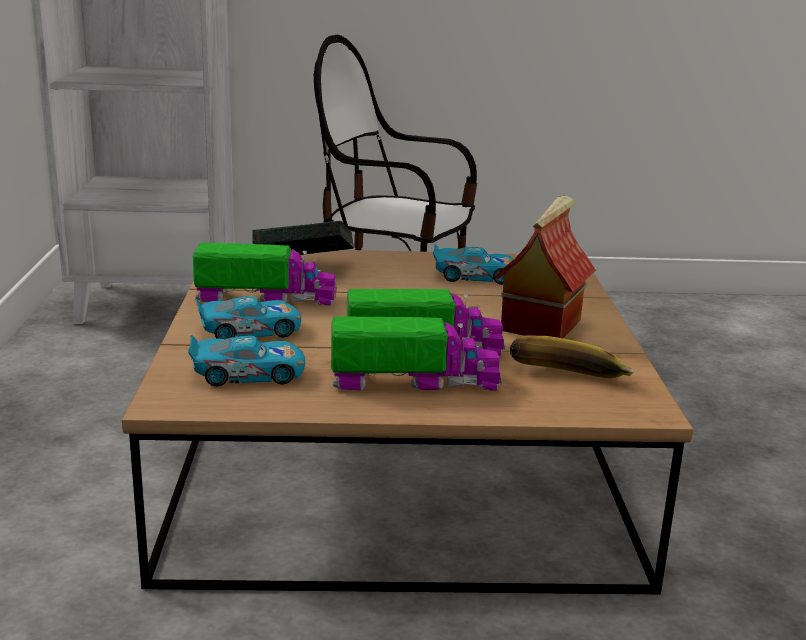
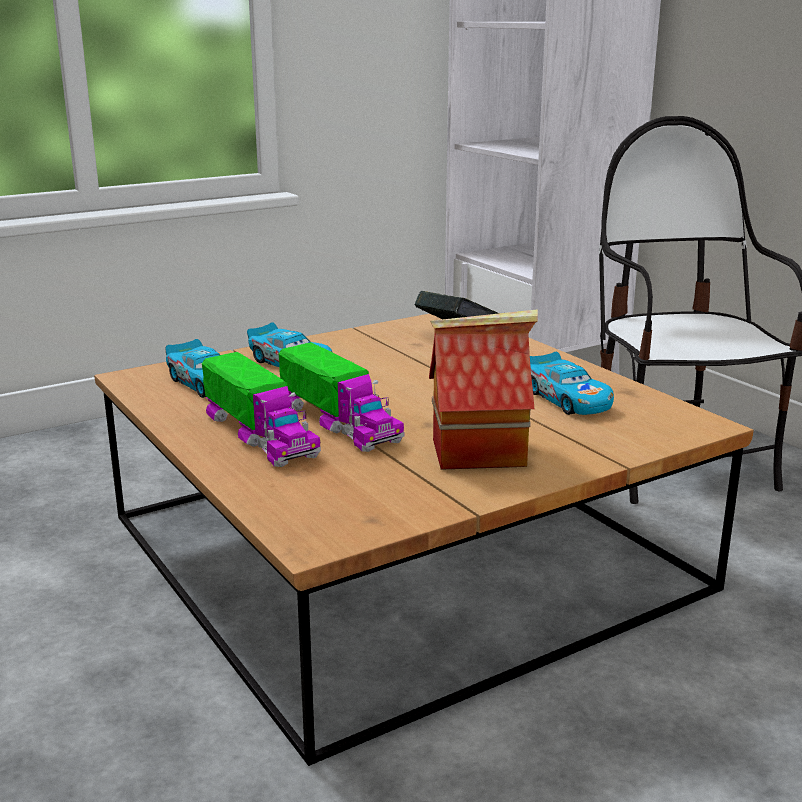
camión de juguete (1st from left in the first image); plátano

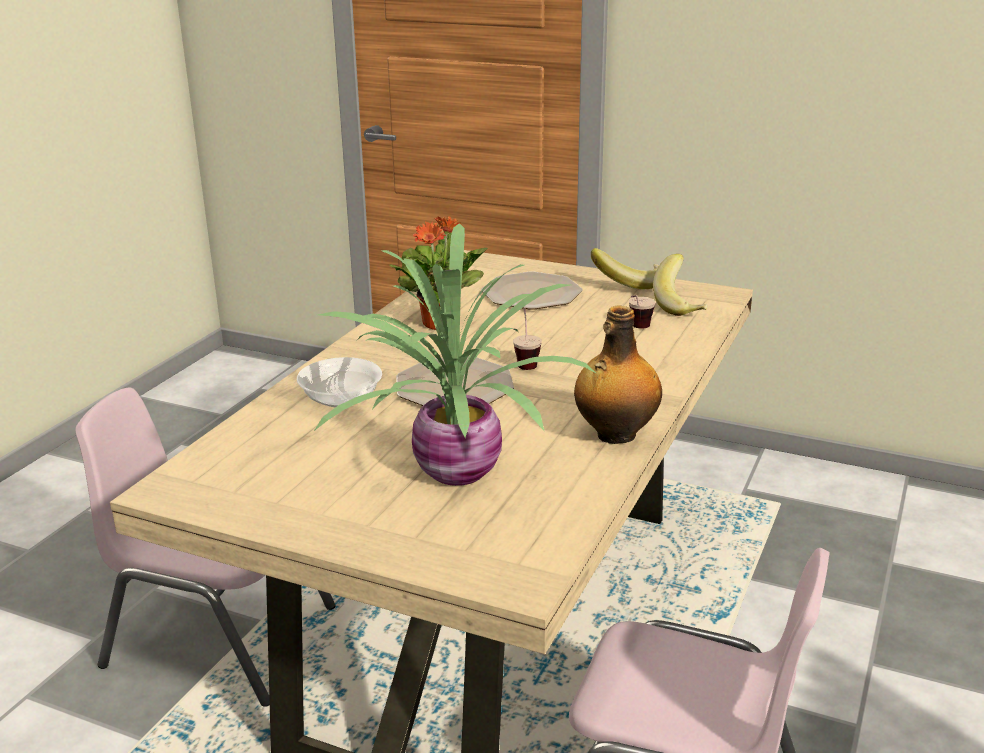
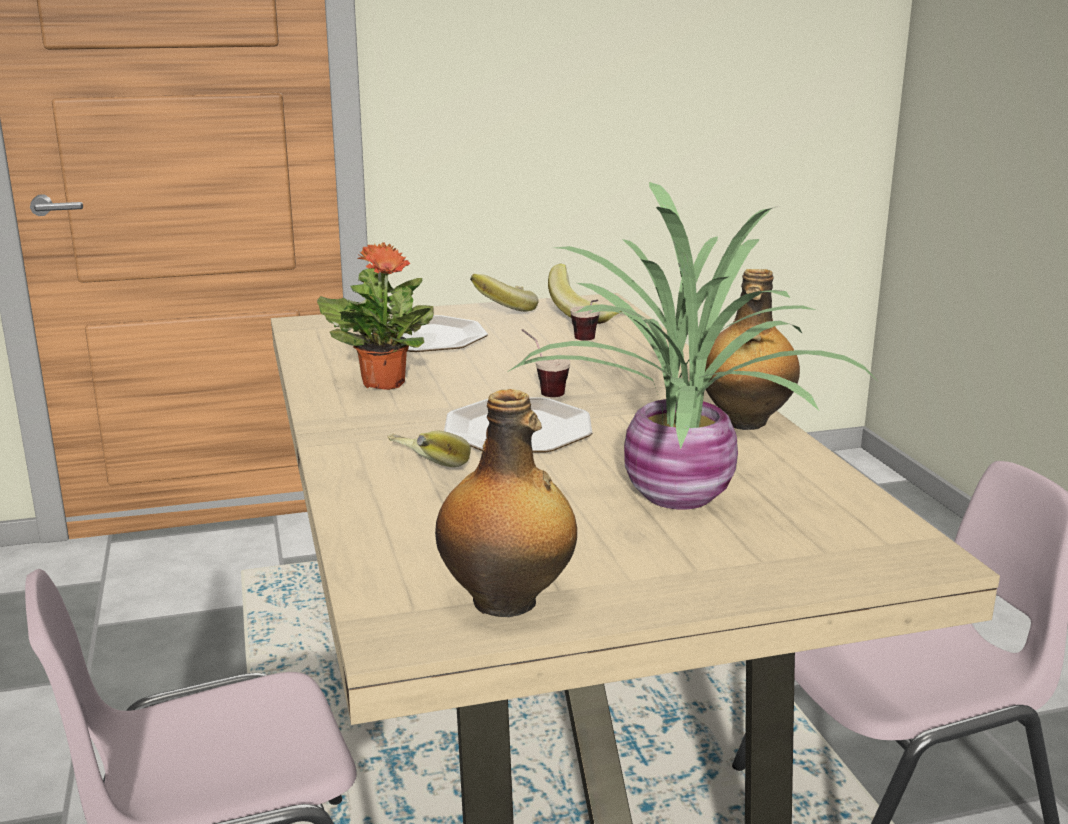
botella (1st from left); plátano (1st from left)

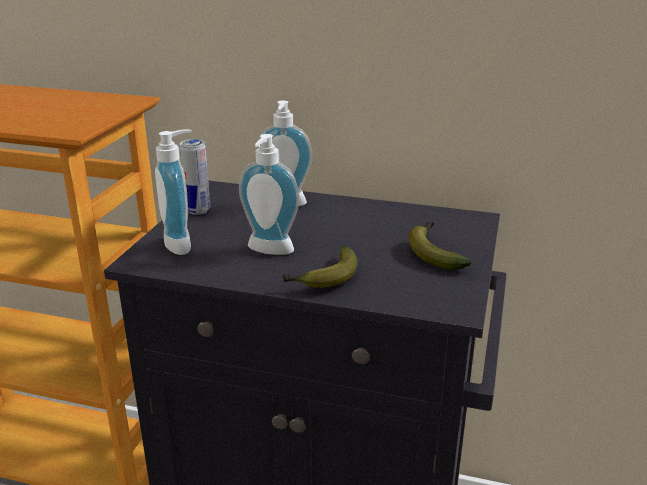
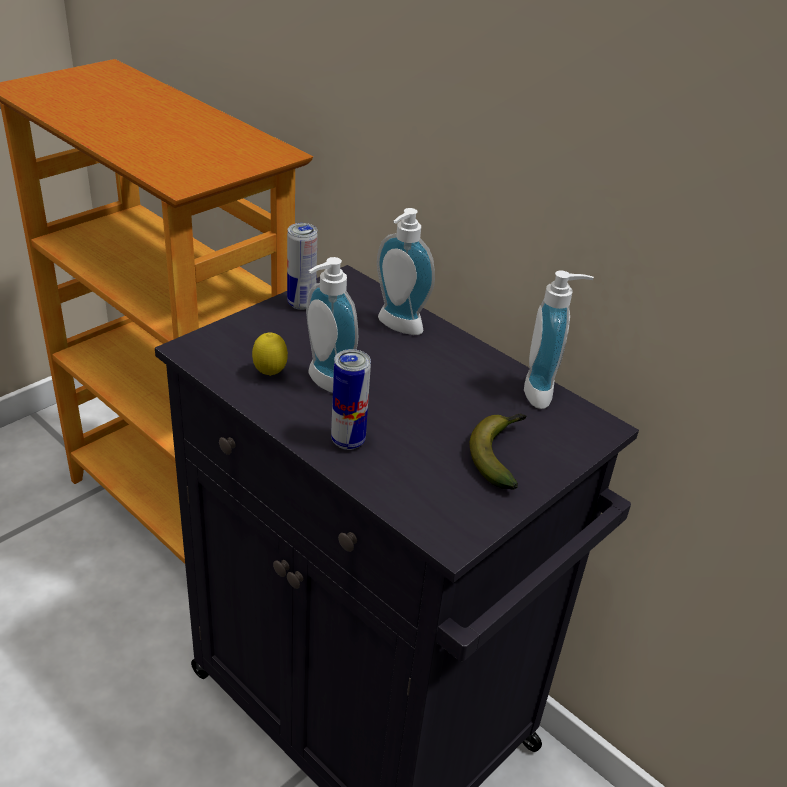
limón; dispensador de jabón (3rd from left); lata (2nd from left)

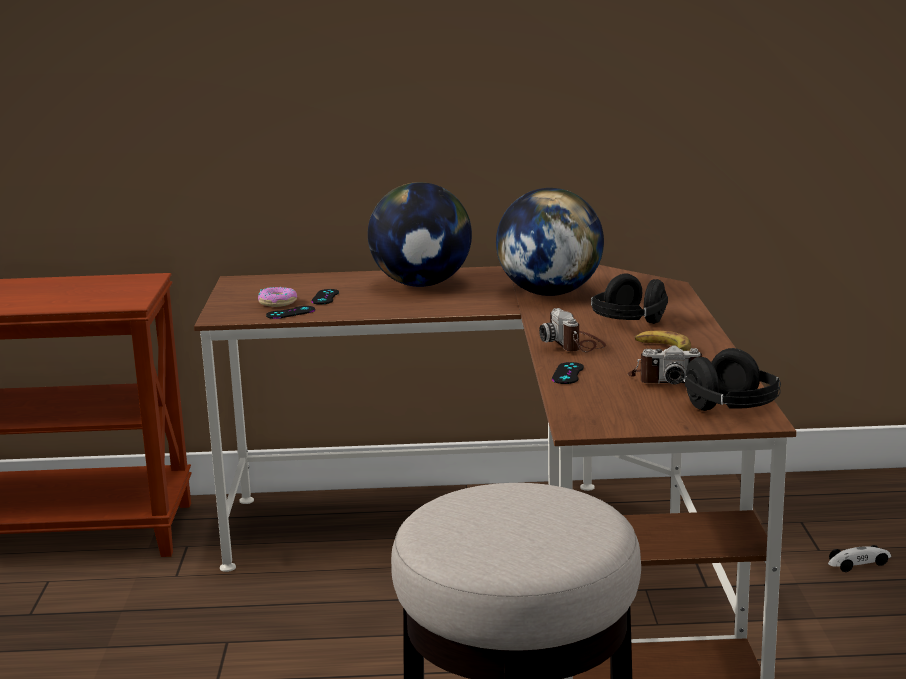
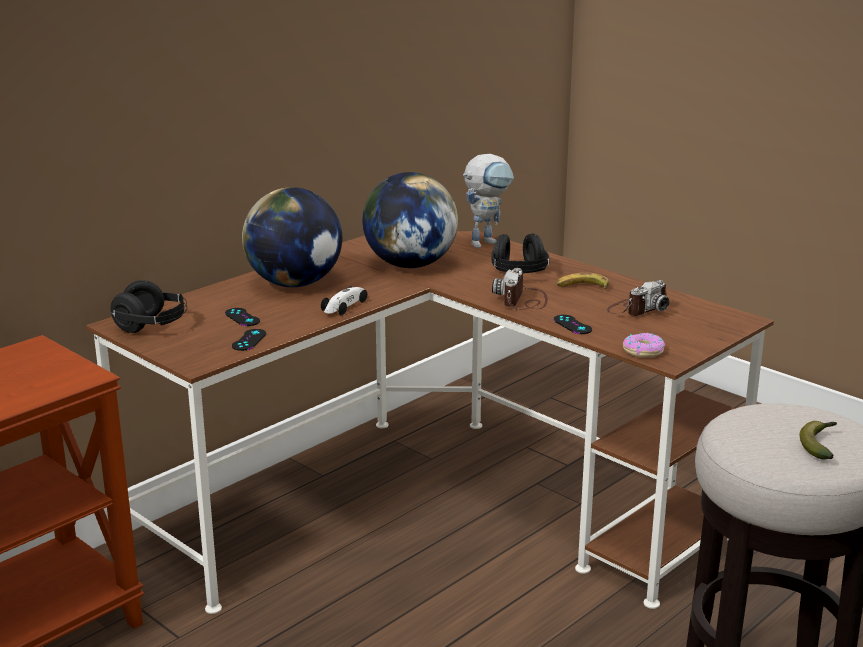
robot de juguete; plátano (2nd from left); rosquilla; auriculares (negro) (1st from left); coche de juguete; cámara (1st from left)

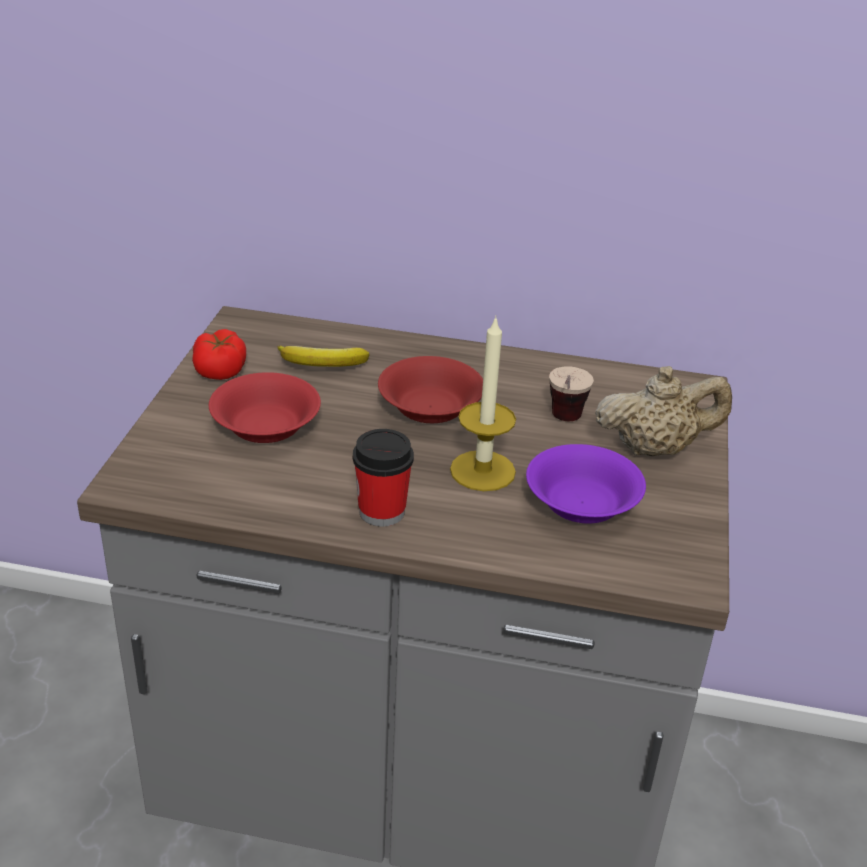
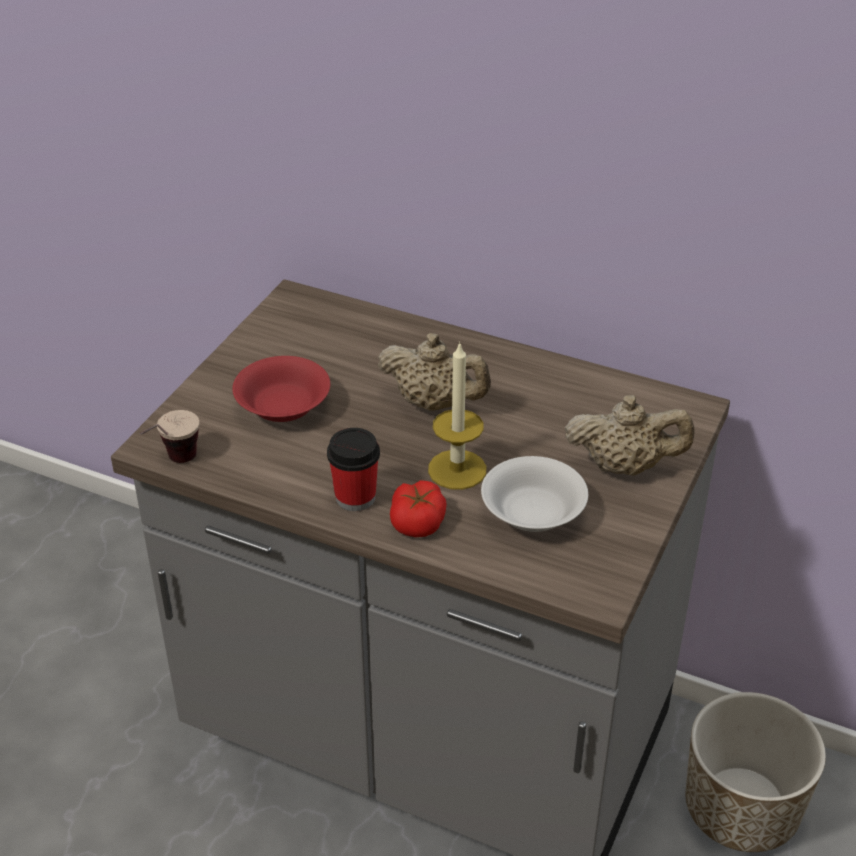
plátano; maceta; tomate; taza (1st from left); tetera (beis) (1st from left); cuenco (blanco)

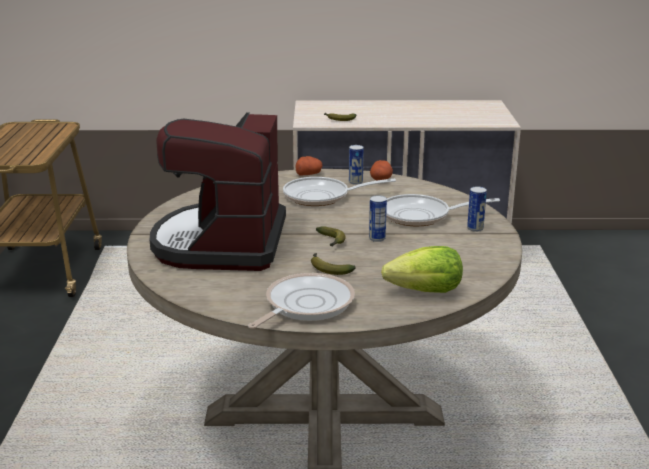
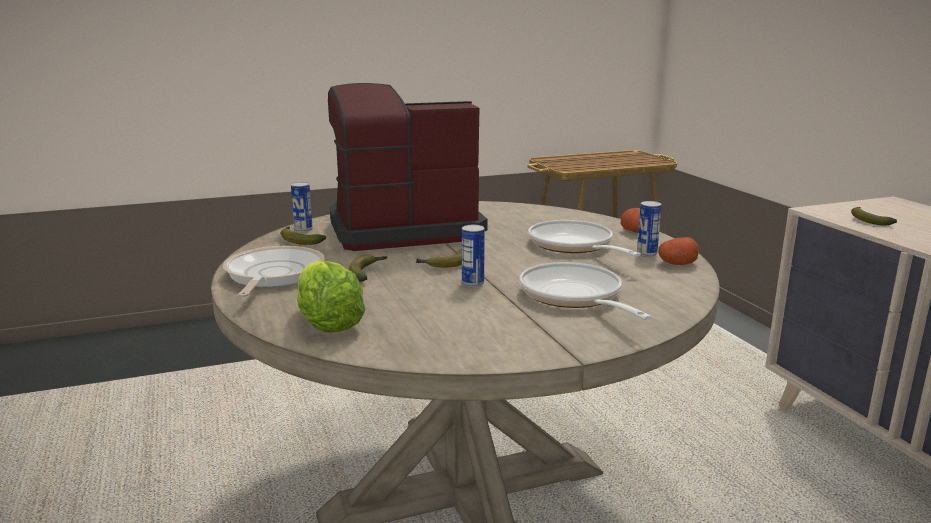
plátano (1st from left); lata (1st from left); sartén (1st from left)

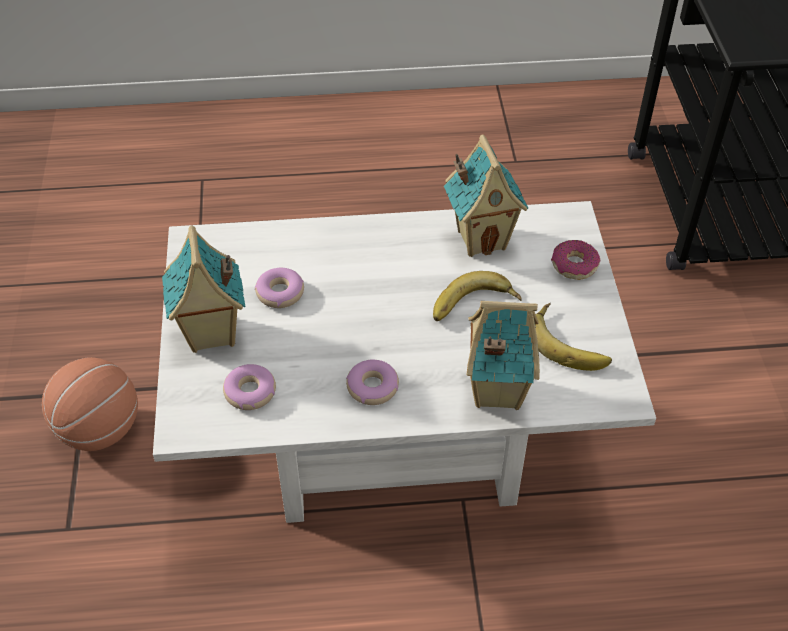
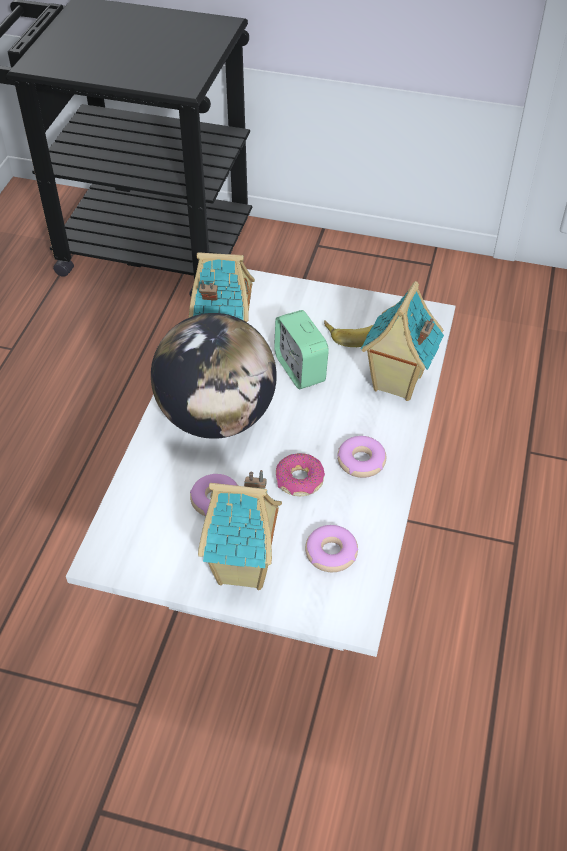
balón de baloncesto; globo terráqueo; rosquilla (2nd from left); despertador

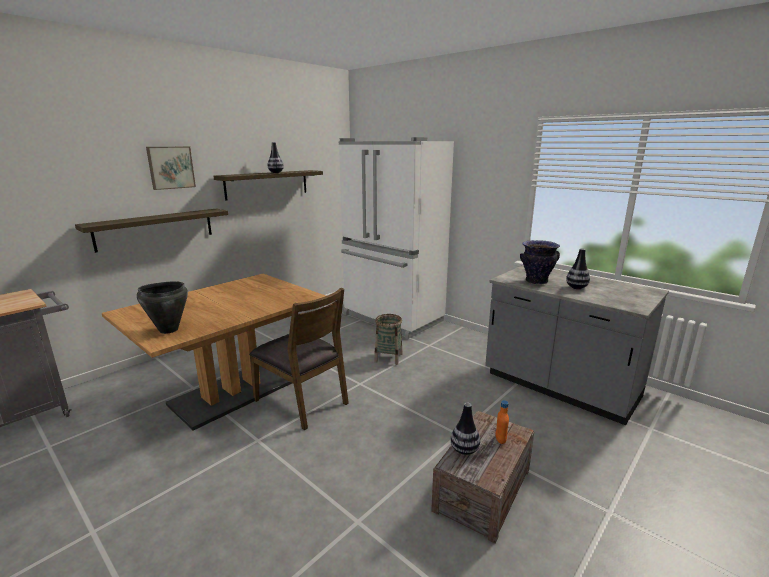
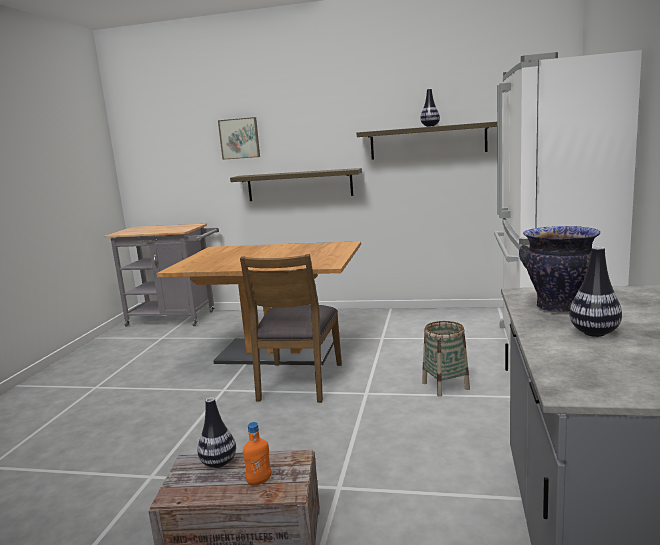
olla (negro); cuadro

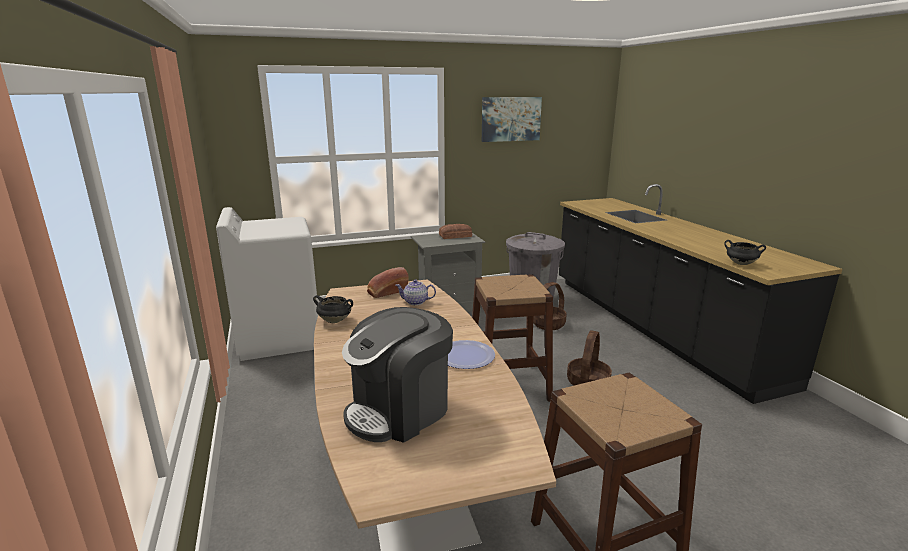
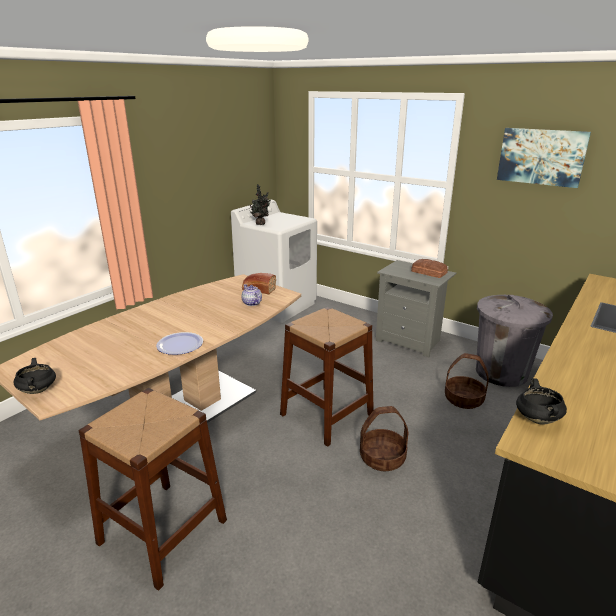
cafetera; planta en maceta; olla (negro) (1st from left)

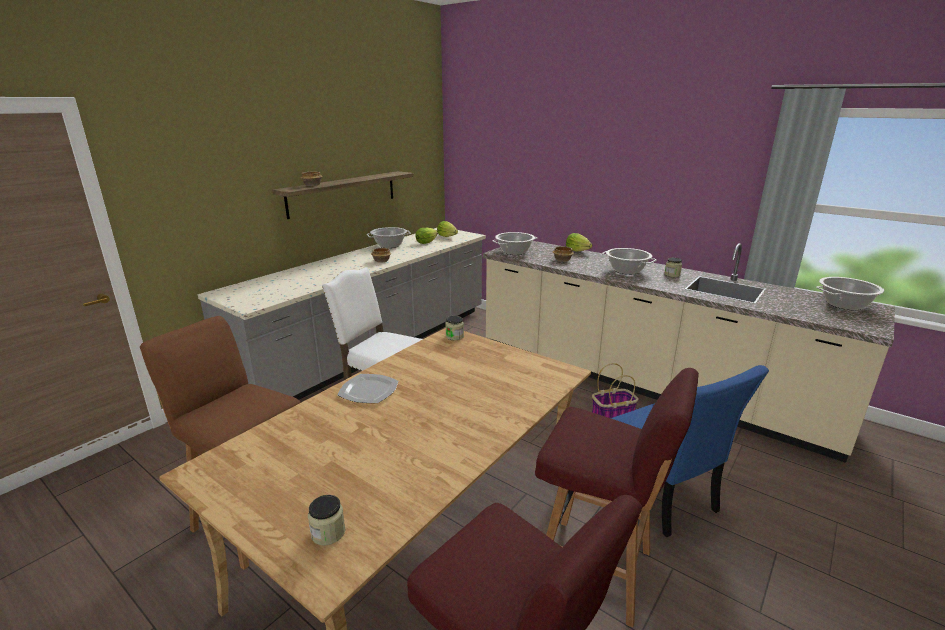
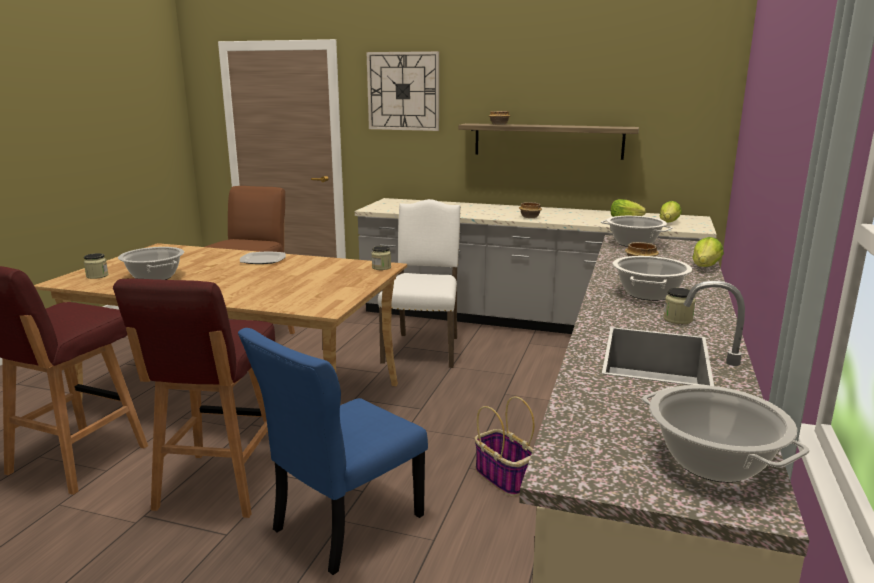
reloj de pared; olla (1st from left)

